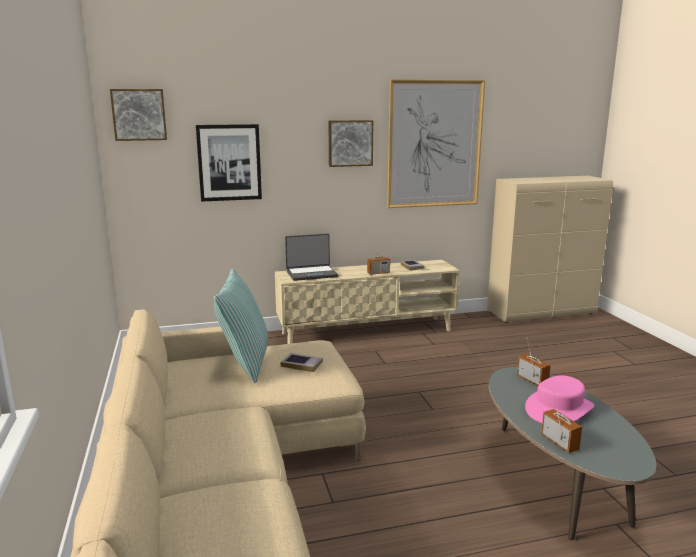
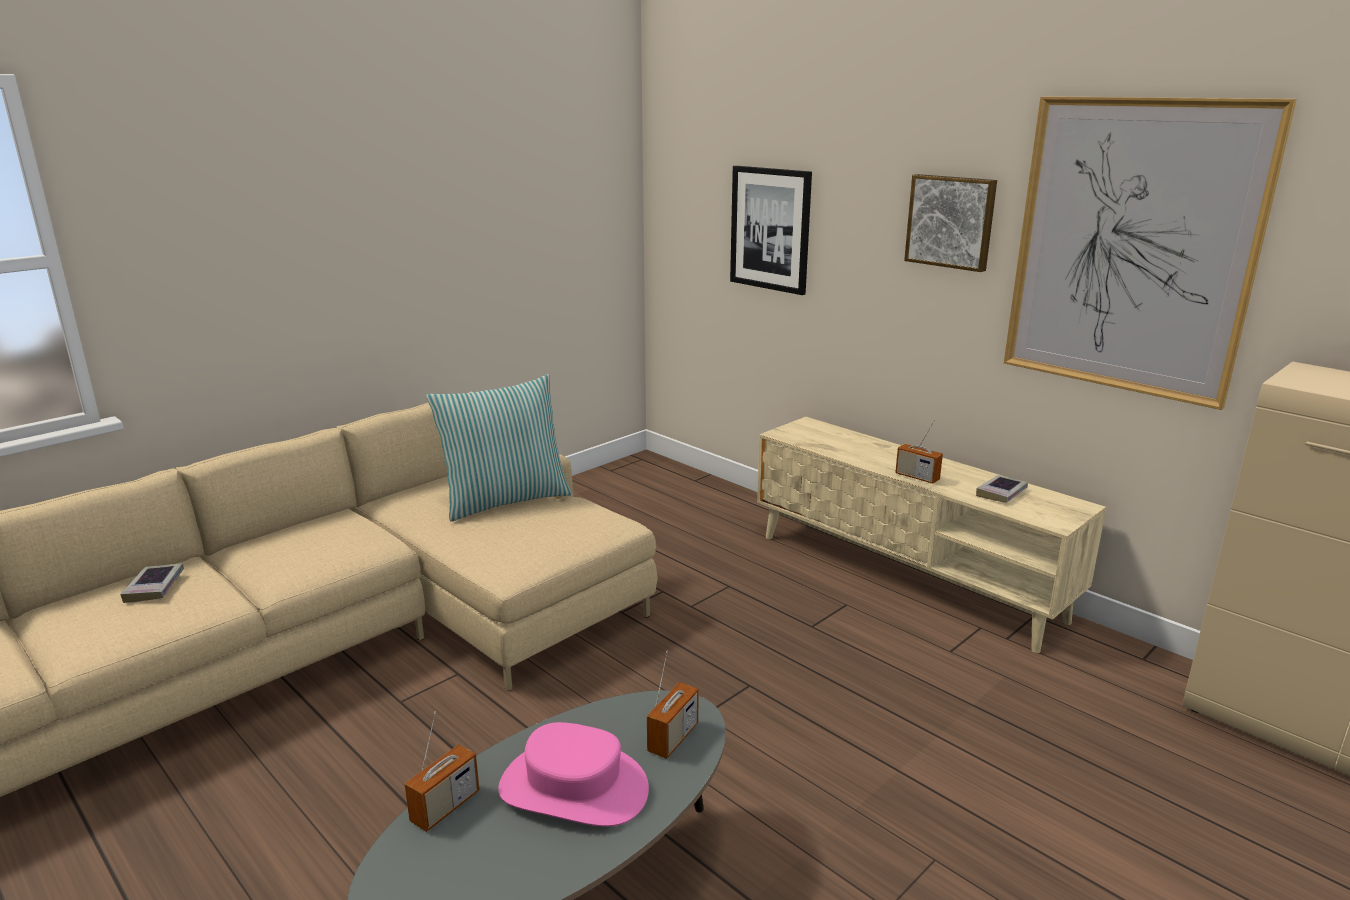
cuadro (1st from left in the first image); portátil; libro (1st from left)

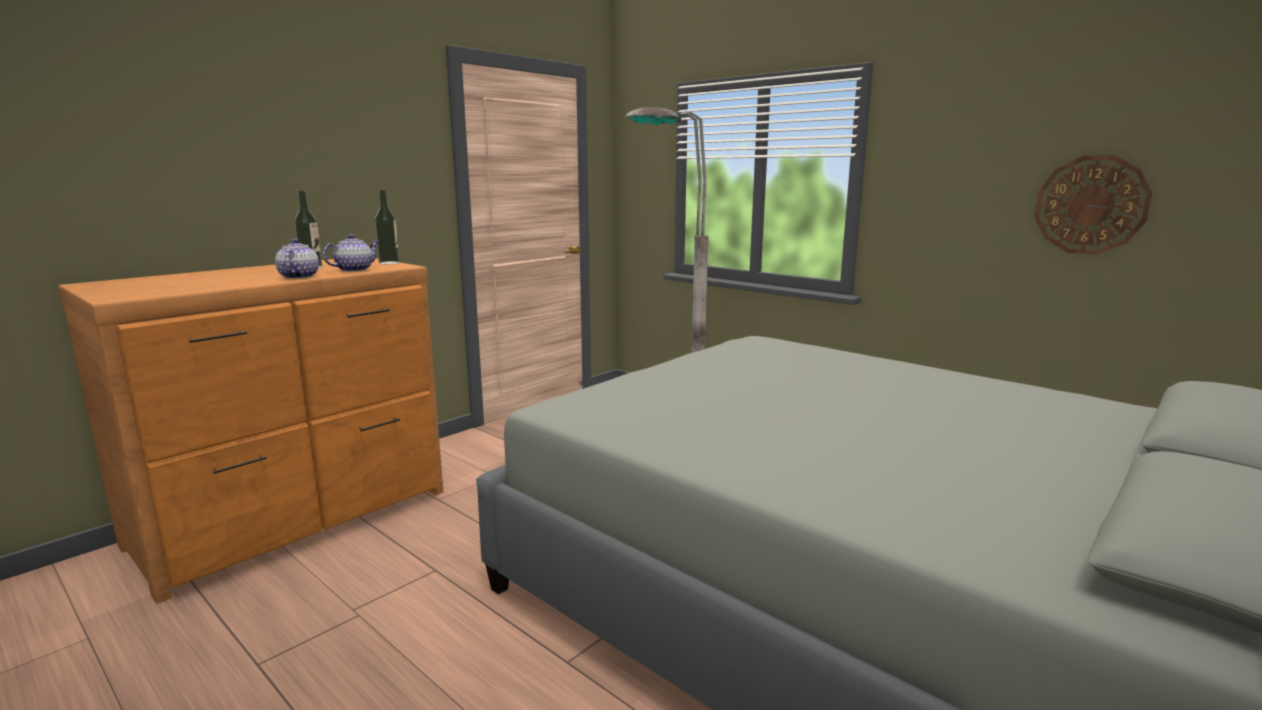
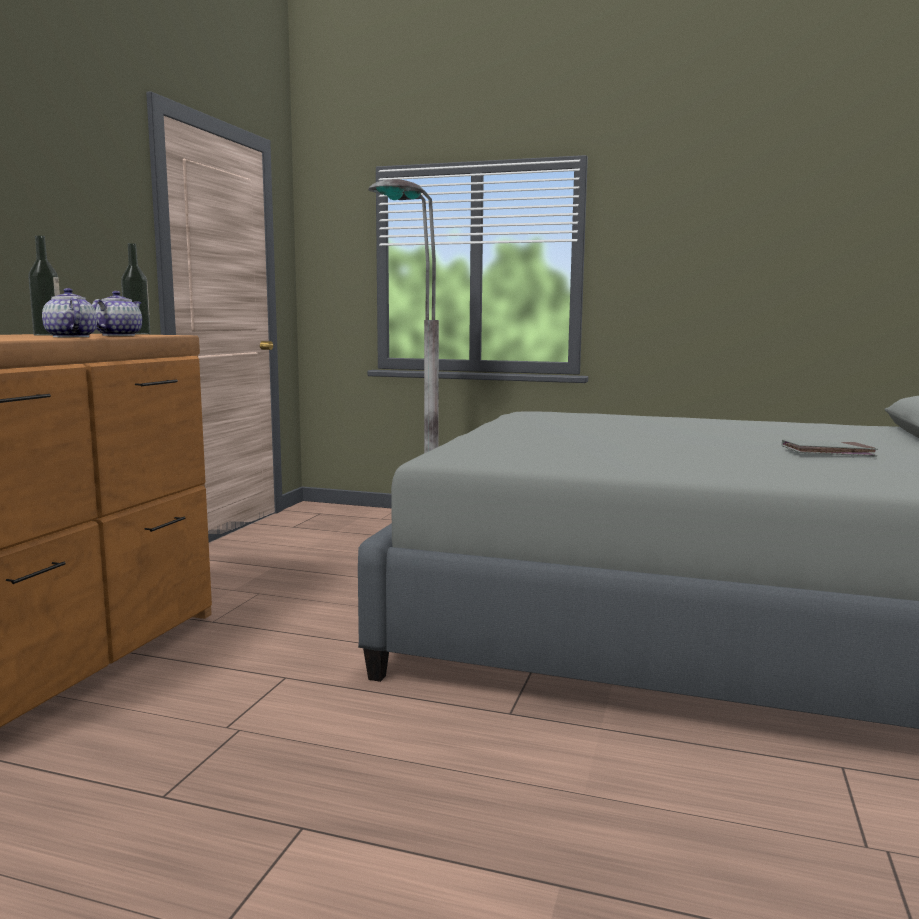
reloj de pared; libro (gris)

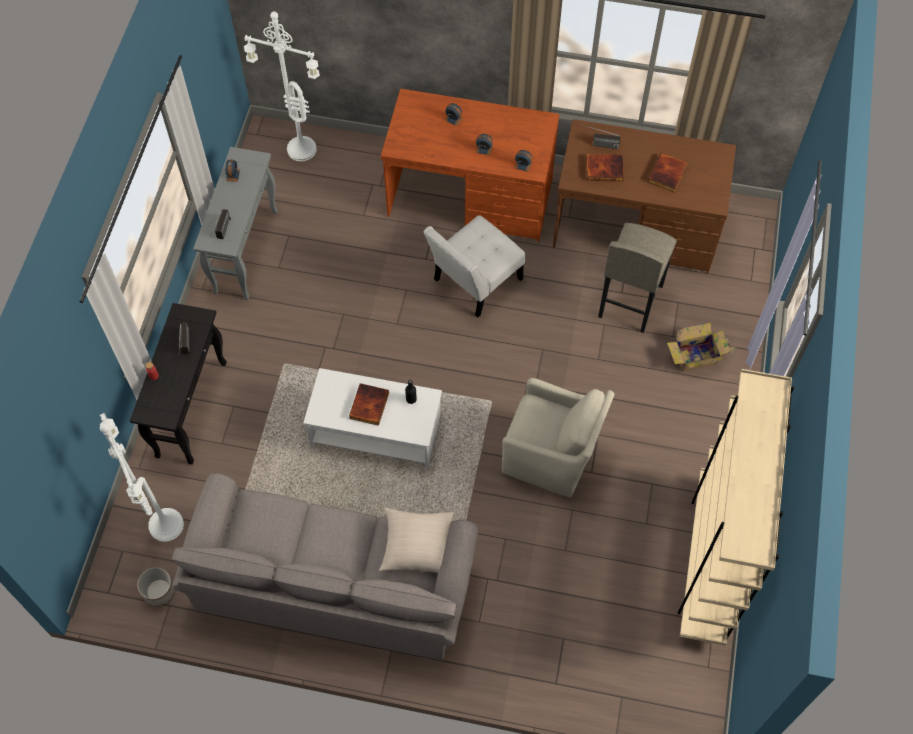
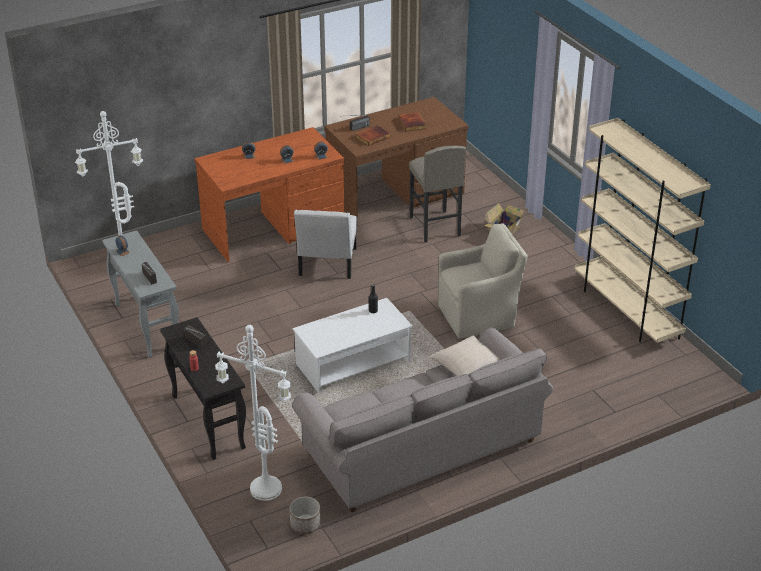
libro (1st from left in the first image)

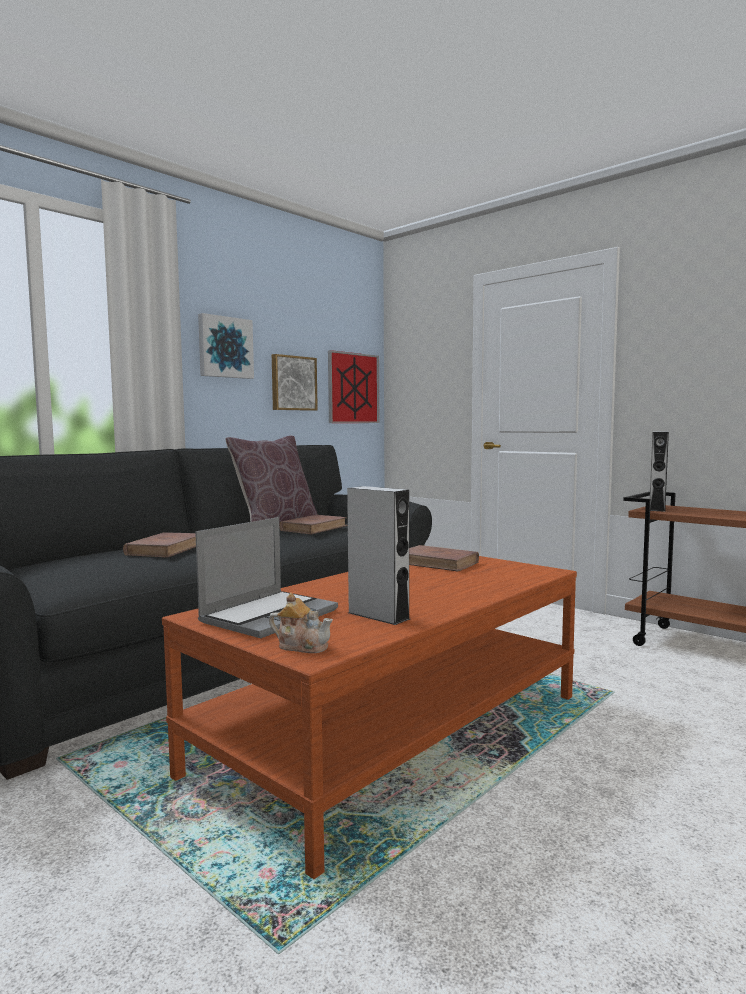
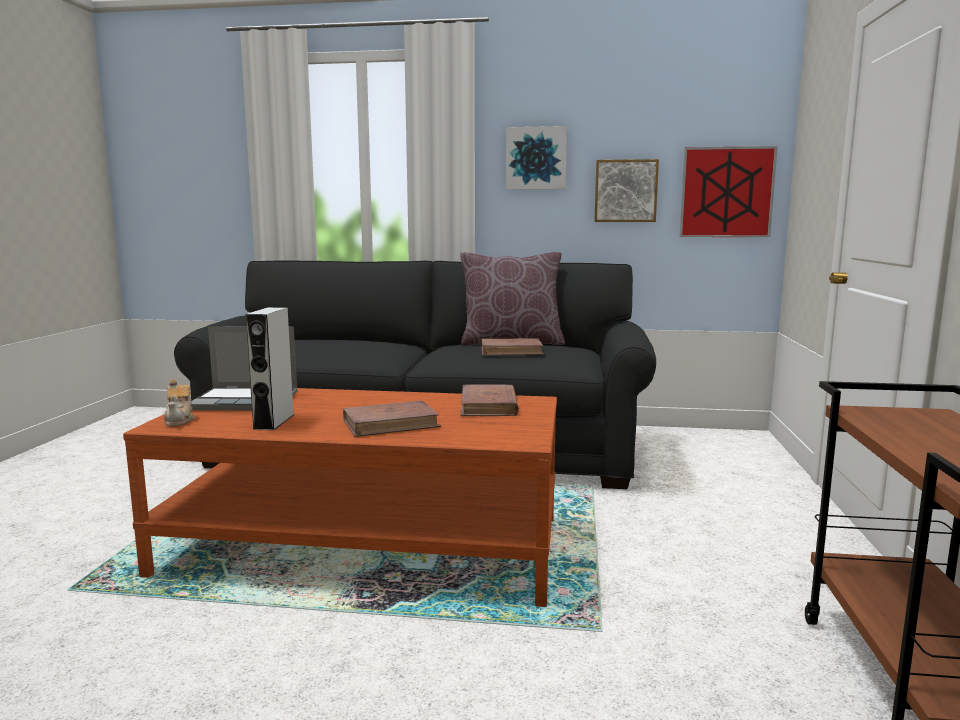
altavoz (gris) (2nd from left in the first image); libro (marrón) (1st from left)

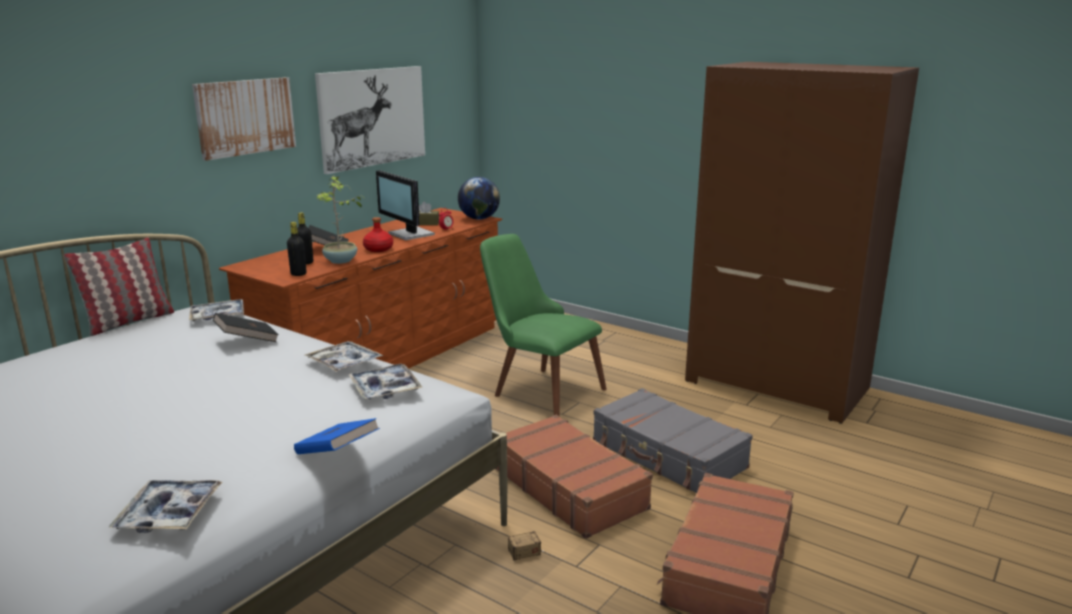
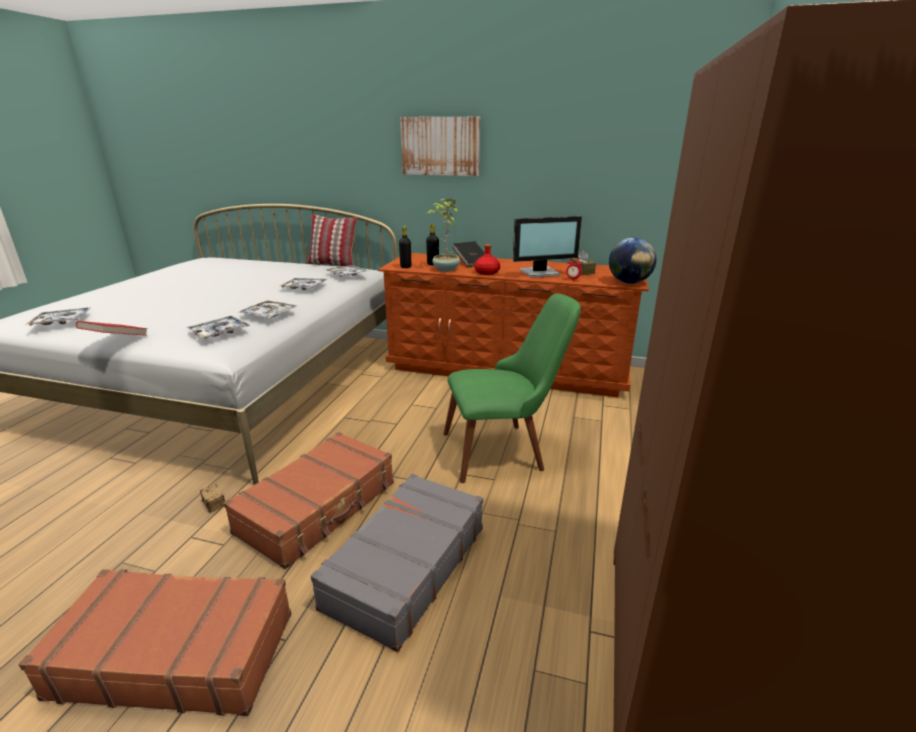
cuadro (2nd from left in the first image); bandeja (4th from left); libro (rojo); monitor; silla (verde)

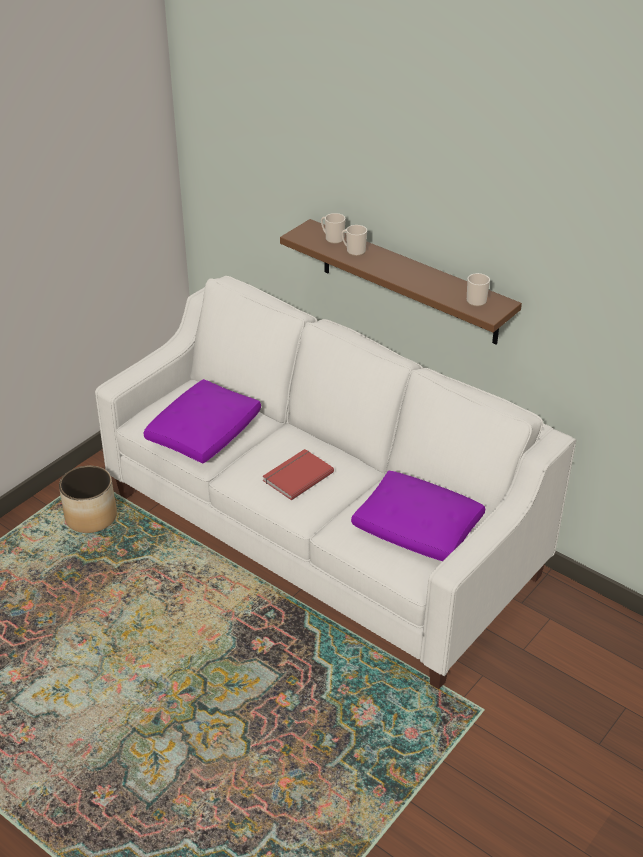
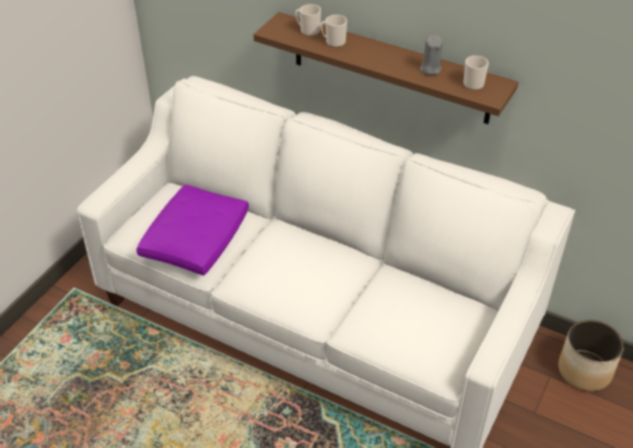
libro (rojo); cojín (morado) (2nd from left in the first image); vela (gris); maceta

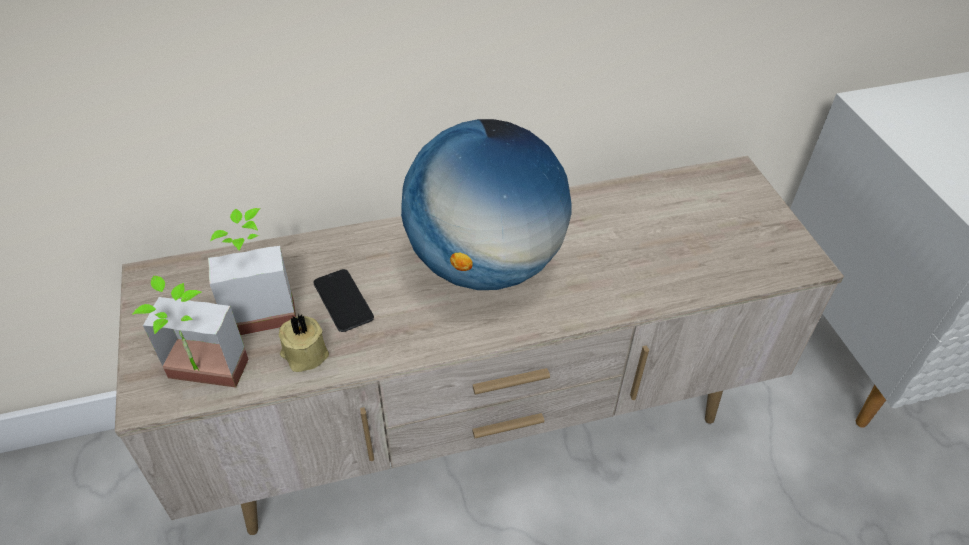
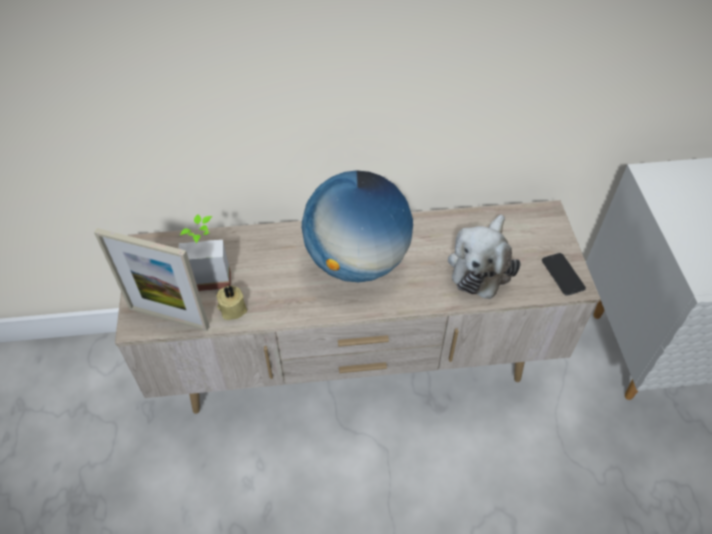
peluche; móvil; portarretratos

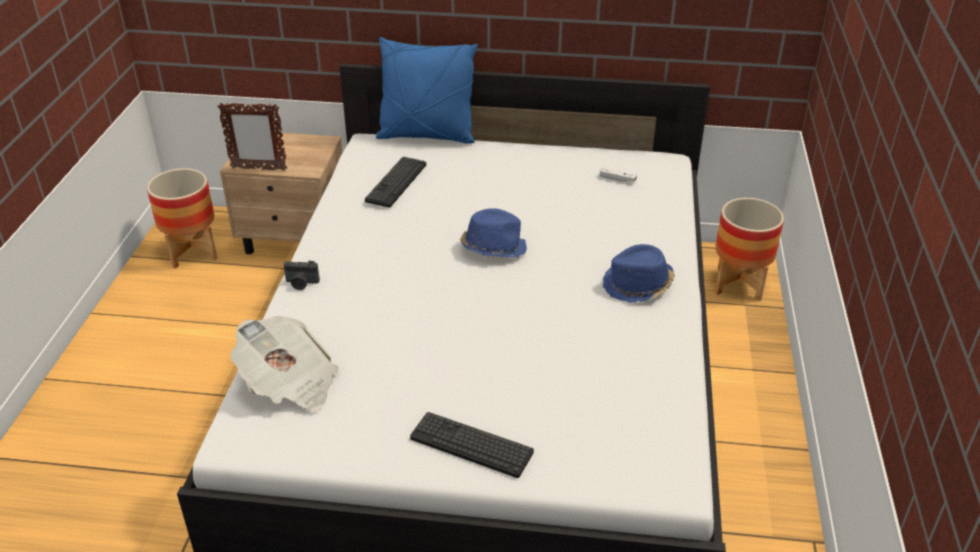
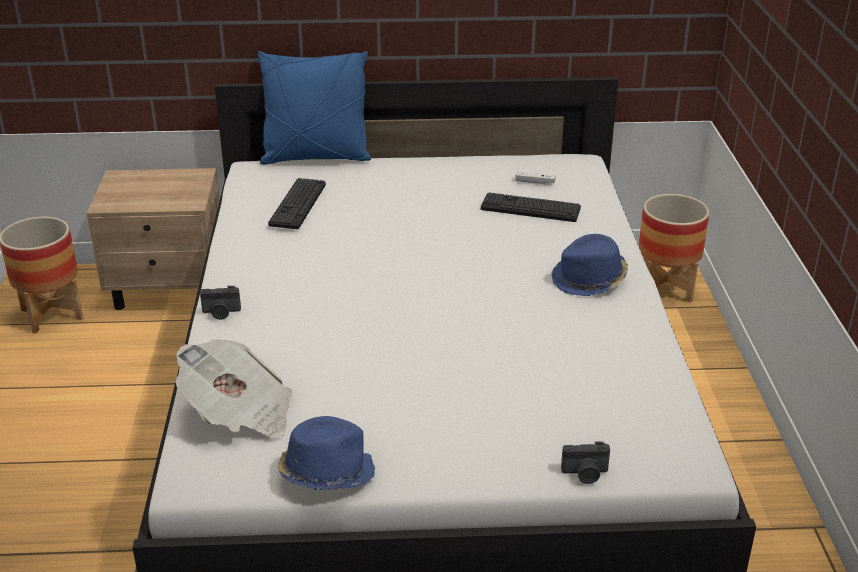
portarretratos; cámara (2nd from left); teclado (2nd from left); sombrero (azul) (1st from left)

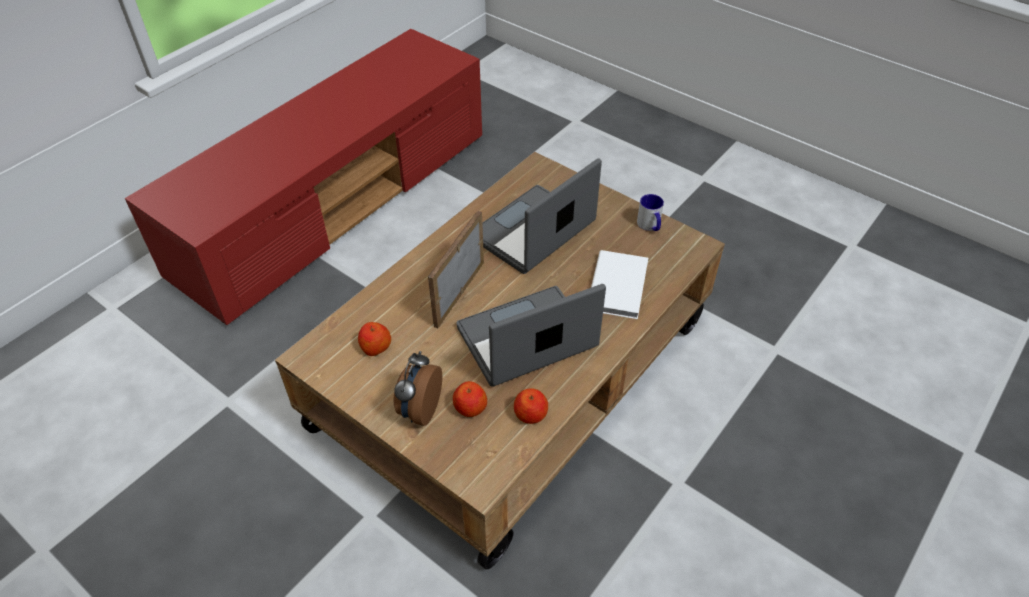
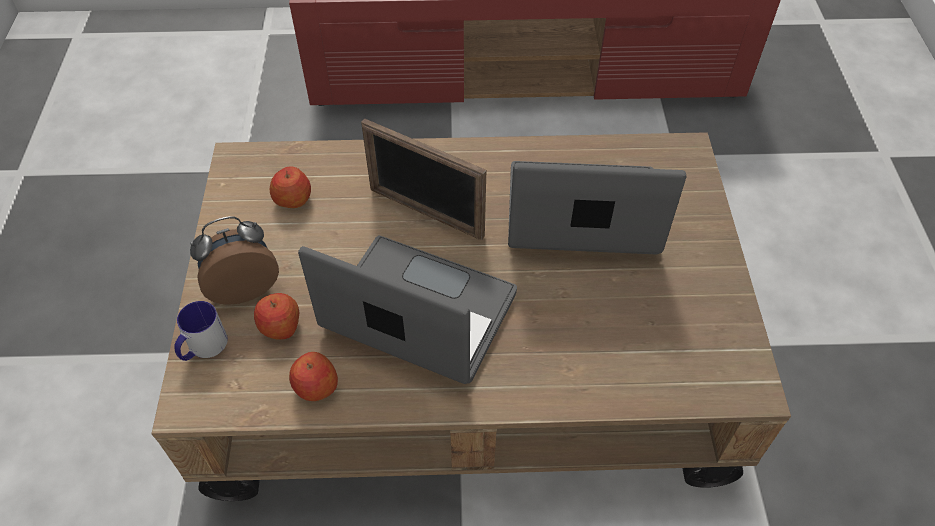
libro (blanco); taza grande; portarretratos

